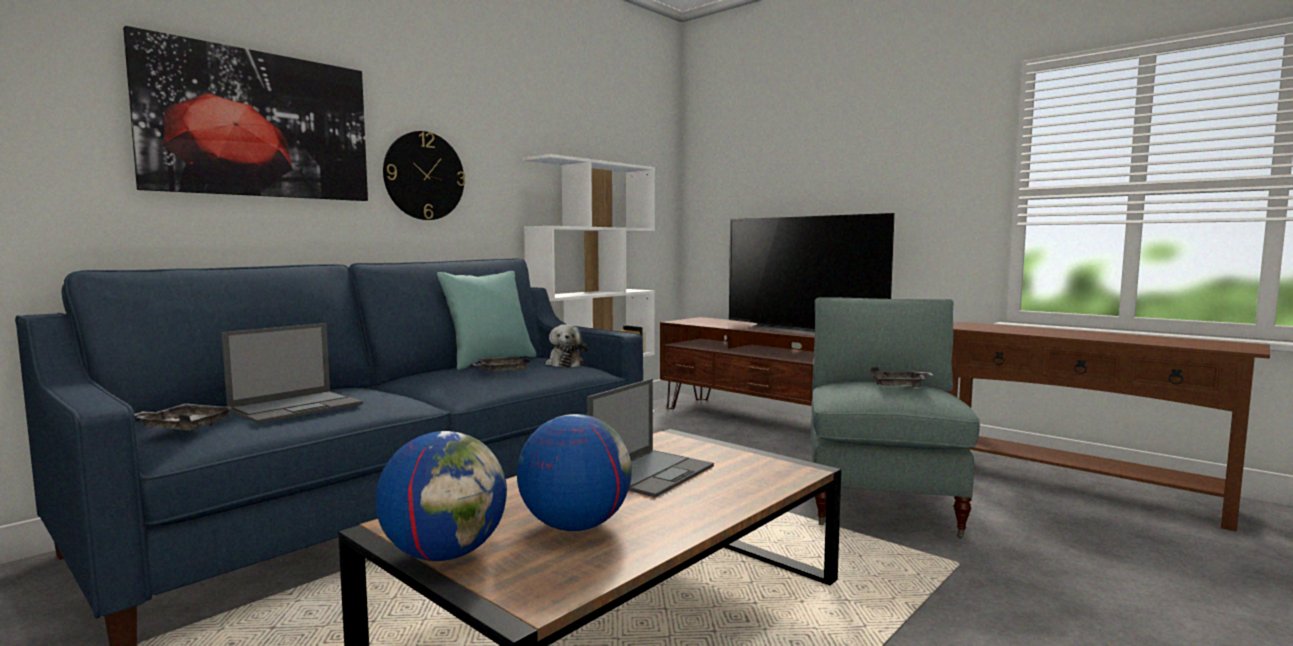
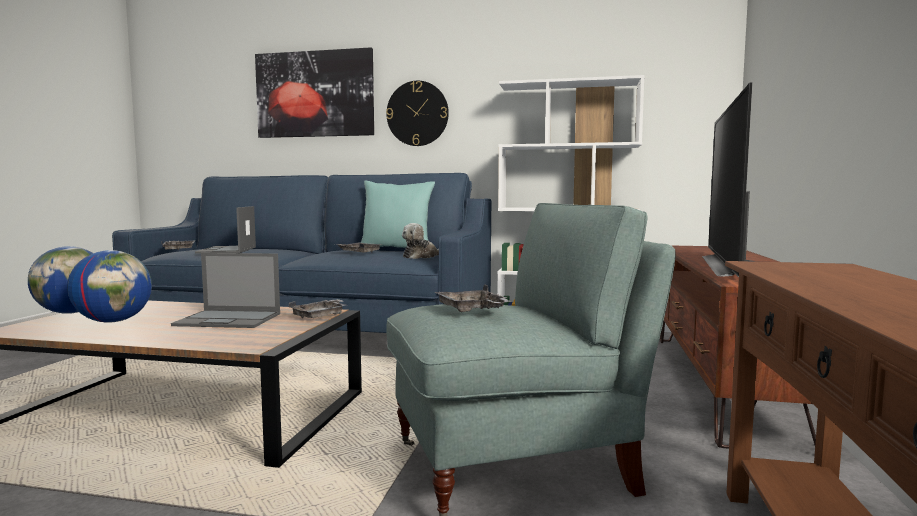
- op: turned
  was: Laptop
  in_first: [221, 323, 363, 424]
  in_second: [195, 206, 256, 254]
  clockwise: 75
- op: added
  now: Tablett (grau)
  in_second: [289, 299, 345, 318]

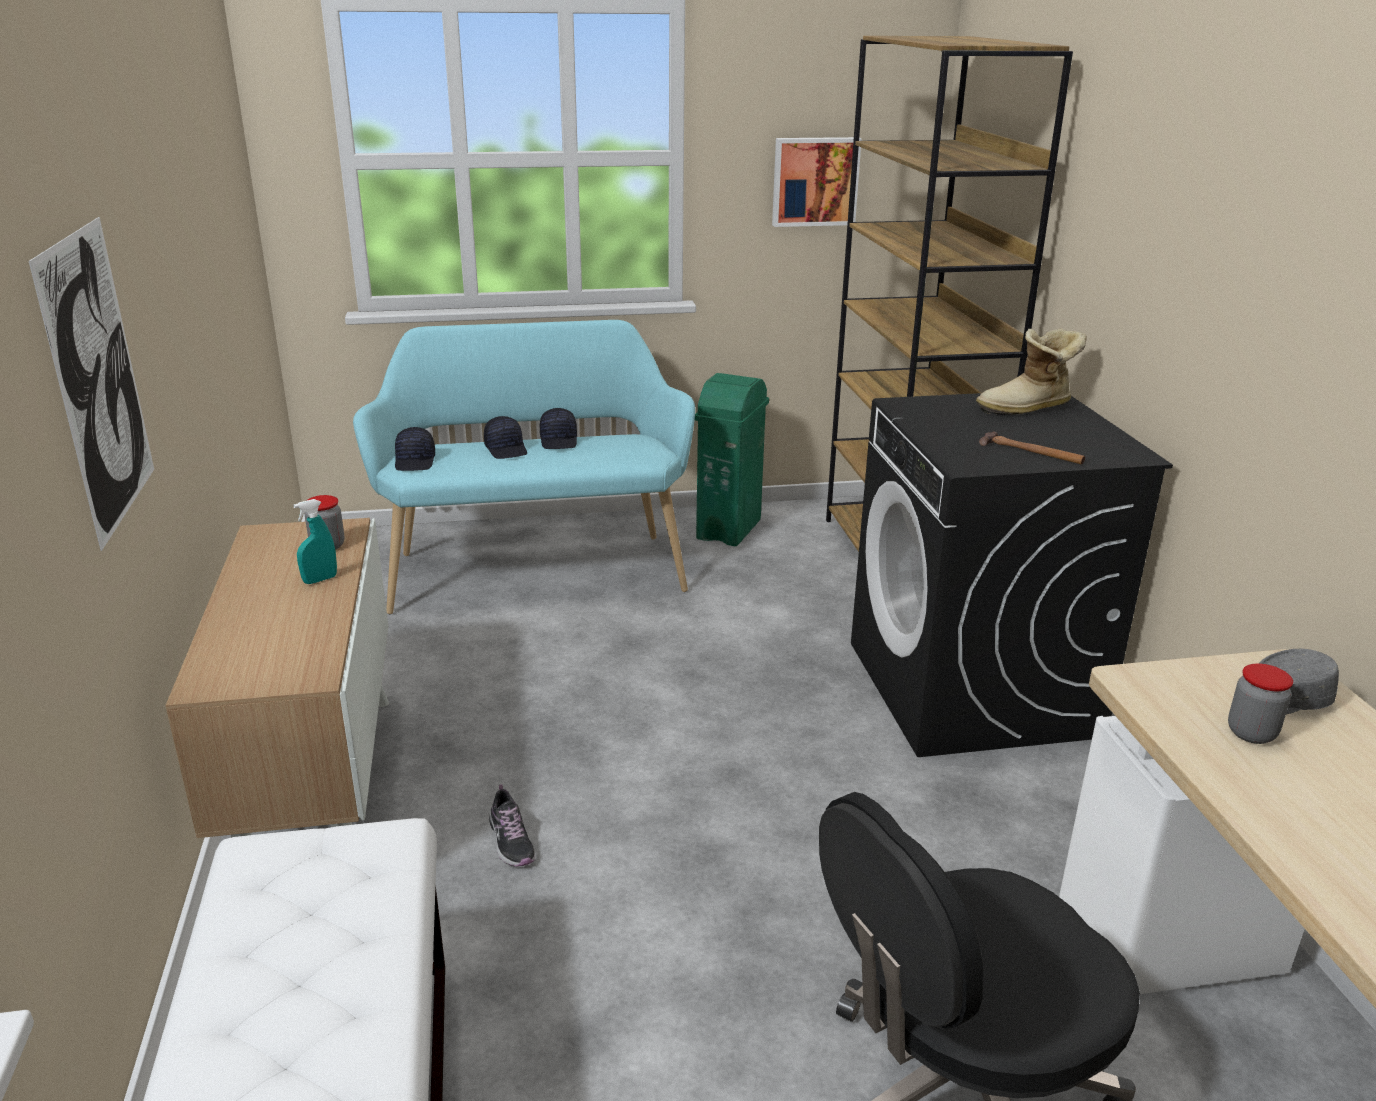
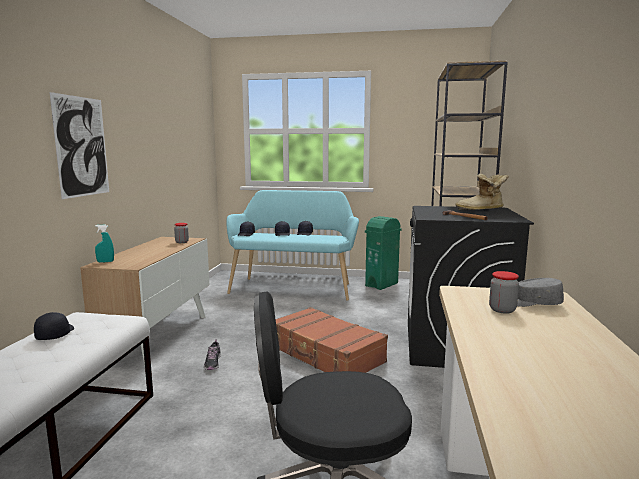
- op: added
  now: Kappe (schwarz)
  in_second: [34, 312, 74, 340]
- op: moved
  was: Sprühflasche (türkis)
  in_first: [293, 499, 337, 584]
  in_second: [95, 225, 114, 263]
- op: added
  now: Koffer (braun)
  in_second: [275, 307, 388, 373]
- op: removed
  was: Bild
  in_first: [772, 137, 862, 227]

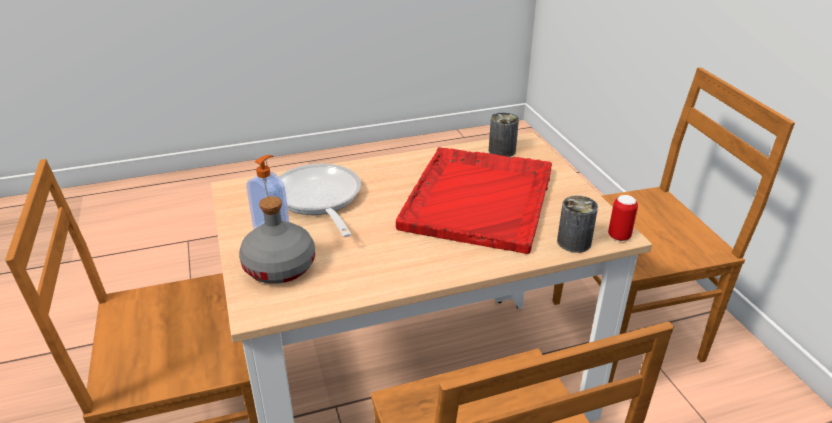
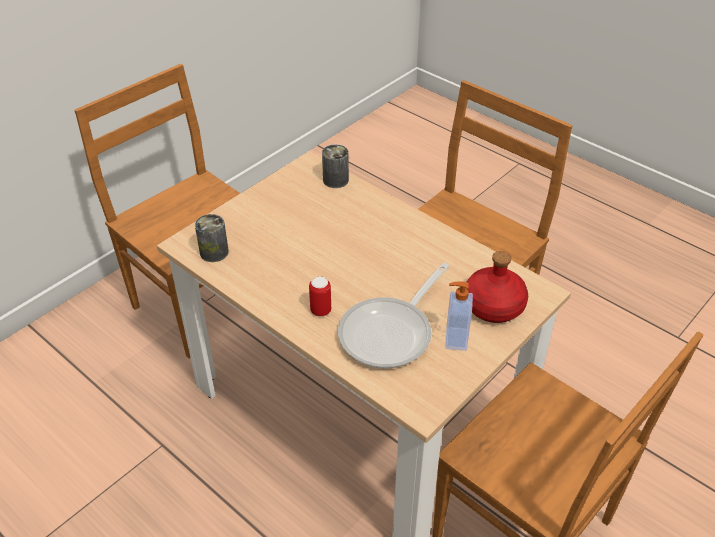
- op: moved
  was: Dose
  in_first: [608, 195, 638, 241]
  in_second: [309, 276, 331, 317]
- op: recoloured
  was: Flasche (grau)
  now: Flasche (rot)
  in_first: [239, 196, 315, 284]
  in_second: [467, 251, 528, 323]
- op: removed
  was: Tablett (rot)
  in_first: [396, 147, 552, 254]

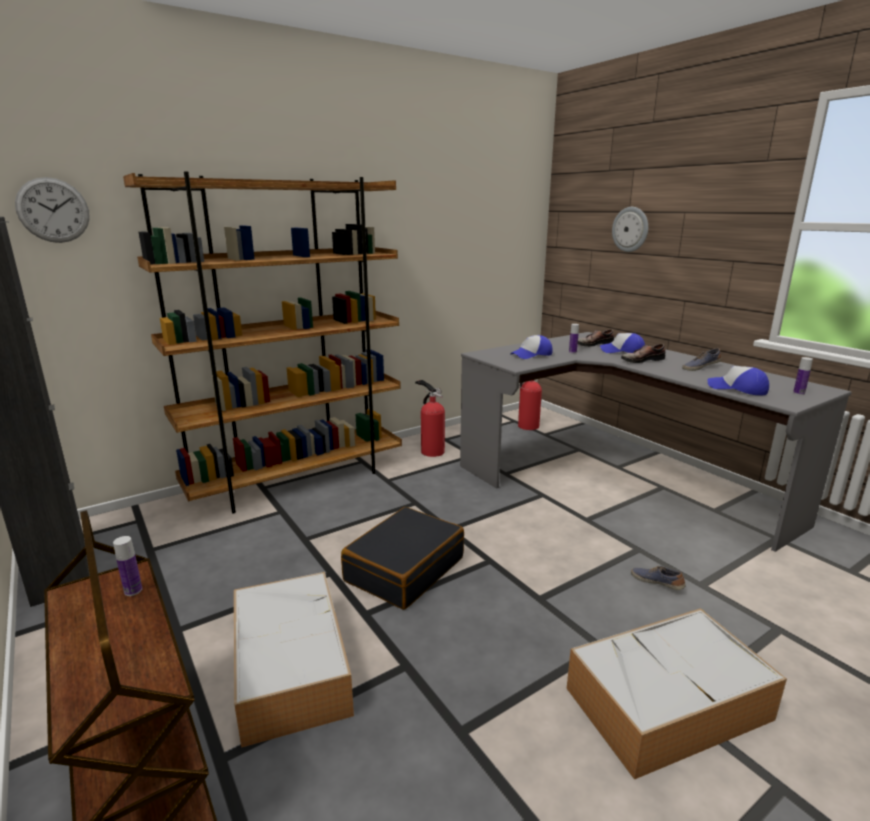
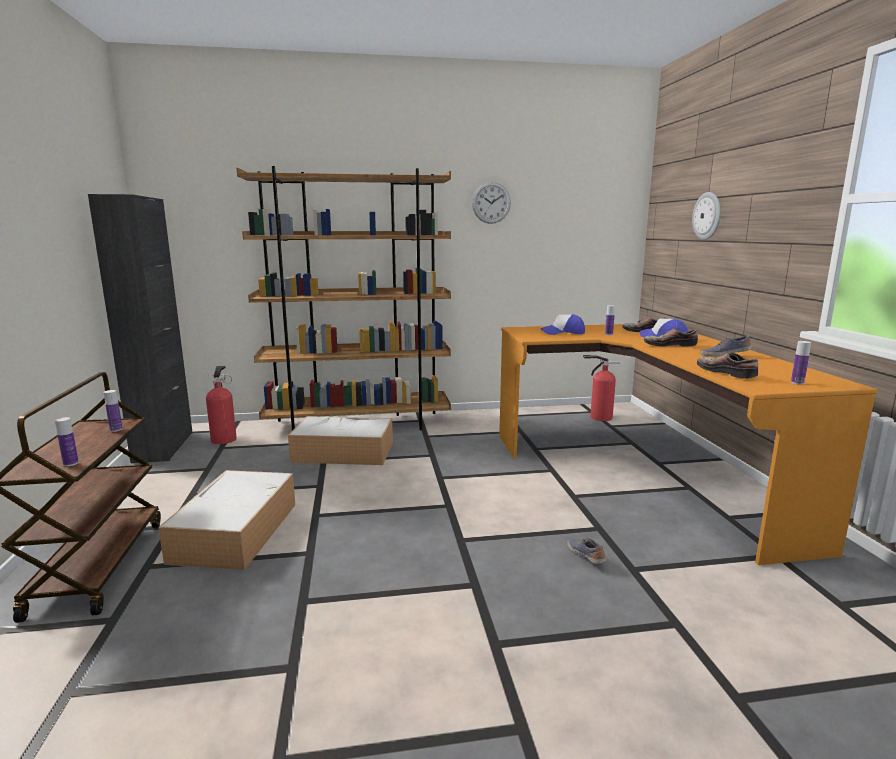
- op: added
  now: Flasche
  in_second: [55, 417, 79, 466]
- op: moved
  was: Feuerlöscher
  in_first: [415, 380, 445, 457]
  in_second: [206, 366, 237, 444]
- op: moved
  was: Aufbewahrungsbox
  in_first: [567, 608, 787, 780]
  in_second: [288, 416, 393, 465]
- op: moved
  was: Wanduhr
  in_first: [15, 177, 90, 243]
  in_second: [472, 182, 511, 224]
- op: recoloured
  was: Schreibtisch (grau)
  now: Schreibtisch (orange)
  in_first: [460, 332, 852, 552]
  in_second: [499, 324, 878, 565]
- op: replaced
  was: Kappe
  now: Schuh
  in_first: [707, 366, 769, 395]
  in_second: [697, 353, 758, 379]
- op: removed
  was: Koffer (schwarz)
  in_first: [341, 507, 464, 610]

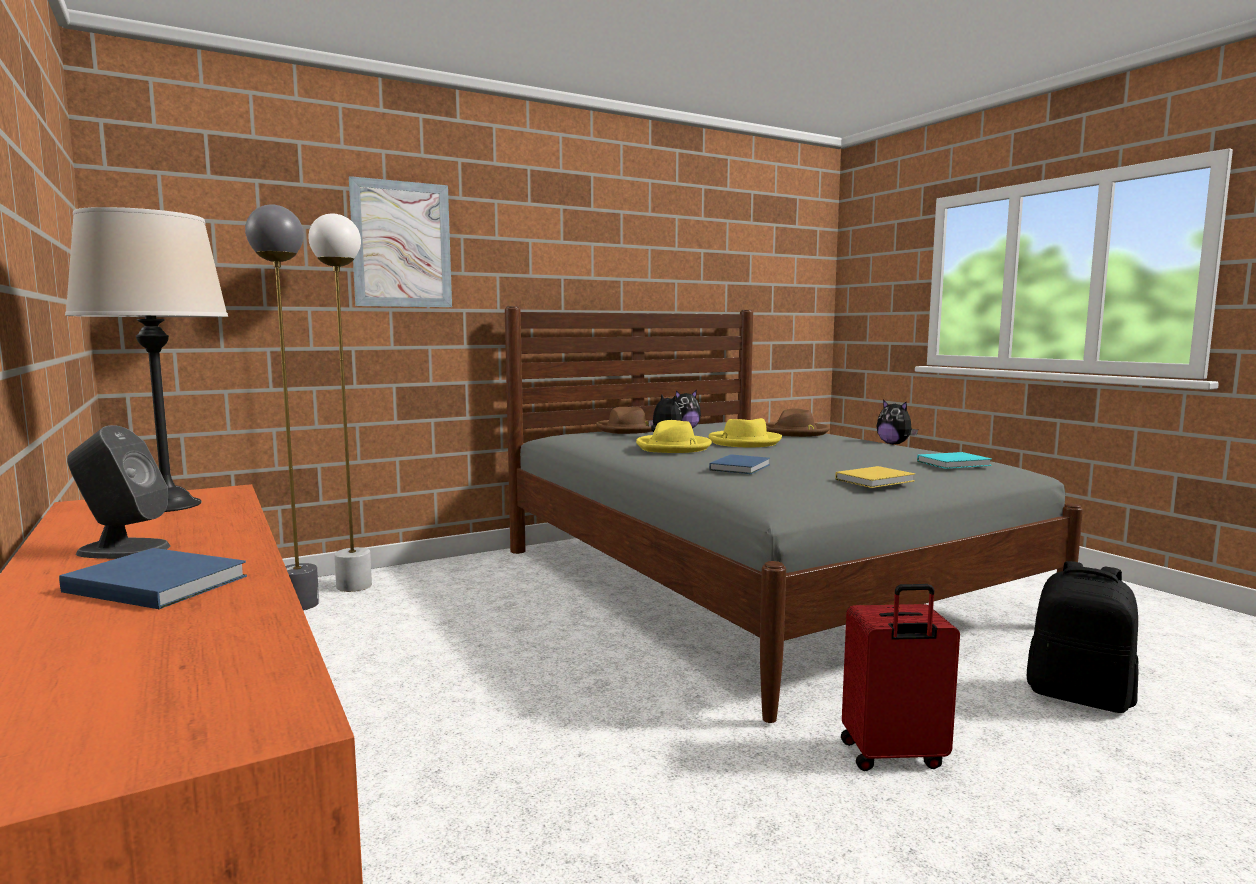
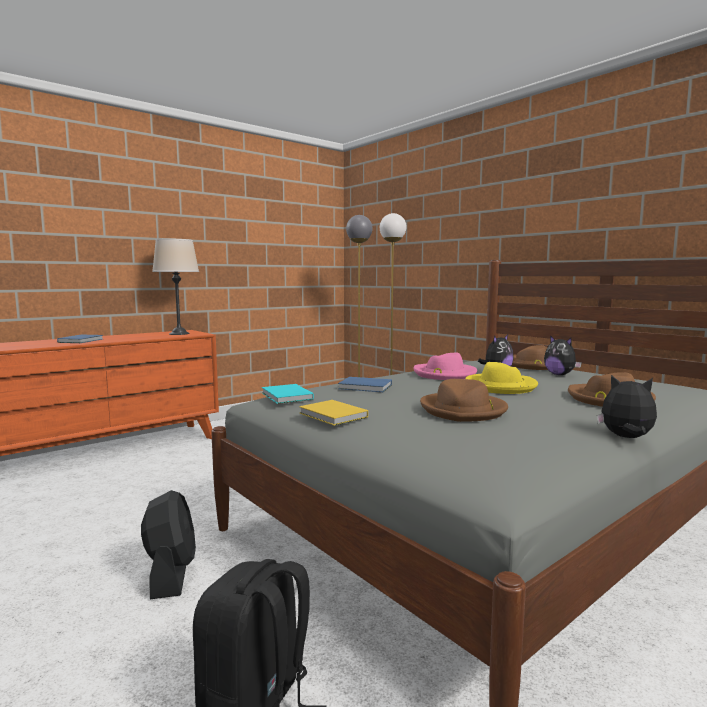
- op: replaced
  was: Koffer (rot)
  now: Ventilator (schwarz)
  in_first: [841, 584, 960, 771]
  in_second: [141, 490, 196, 599]
- op: moved
  was: Buch (türkis)
  in_first: [917, 452, 992, 469]
  in_second: [262, 384, 314, 404]
- op: recoloured
  was: Hut (gelb)
  now: Hut (rosa)
  in_first: [636, 420, 712, 453]
  in_second: [413, 352, 477, 380]
- op: added
  now: Hut (braun)
  in_second: [420, 379, 508, 422]
- op: turned
  was: Plüschtier
  in_first: [876, 400, 918, 444]
  in_second: [597, 375, 657, 438]
  clockwise: 75
- op: removed
  was: Lautsprecher (grau)
  in_first: [67, 425, 170, 559]
- op: removed
  was: Bild
  in_first: [349, 176, 452, 307]

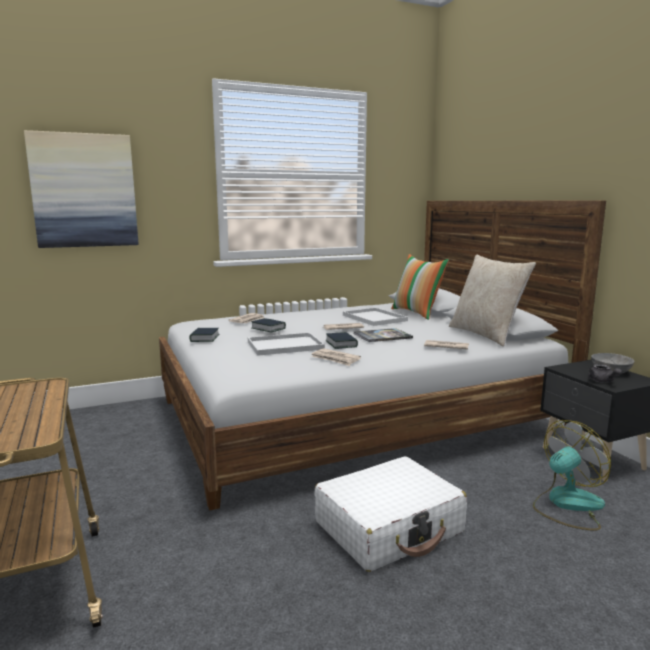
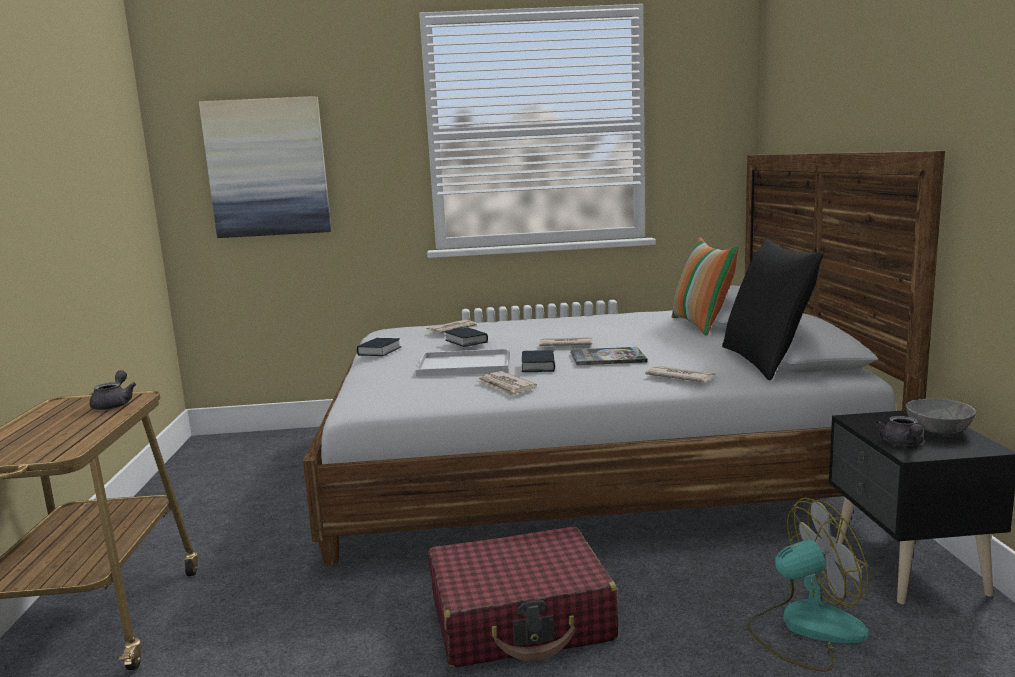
- op: added
  now: Teekanne (grau)
  in_second: [89, 370, 136, 410]
- op: recoloured
  was: Koffer (weiß)
  now: Koffer (rot)
  in_first: [314, 456, 467, 572]
  in_second: [428, 527, 618, 668]
- op: recoloured
  was: Kissen (beige)
  now: Kissen (schwarz)
  in_first: [449, 254, 536, 347]
  in_second: [722, 239, 824, 381]
- op: removed
  was: Tablett (weiß)
  in_first: [343, 308, 408, 326]

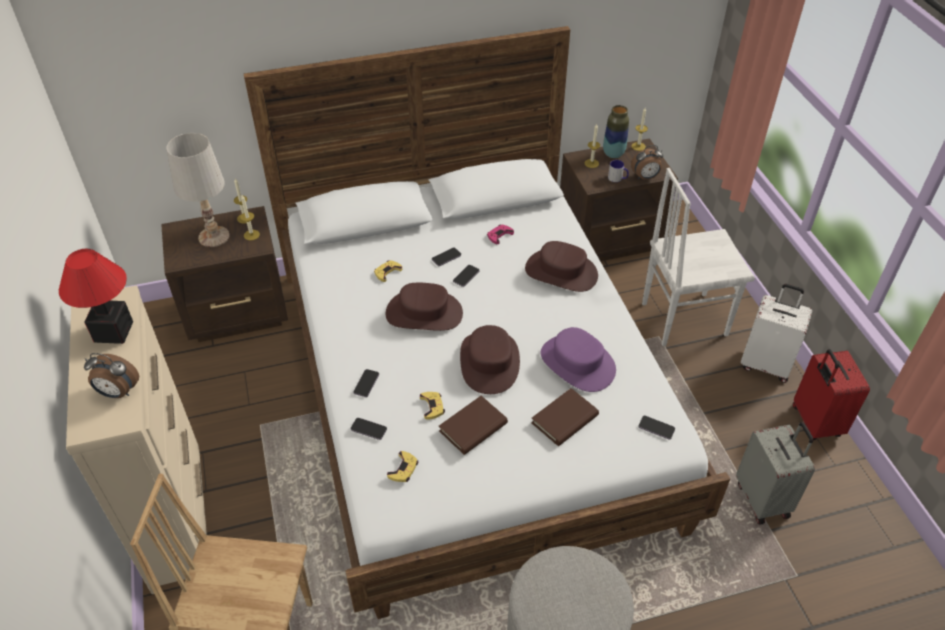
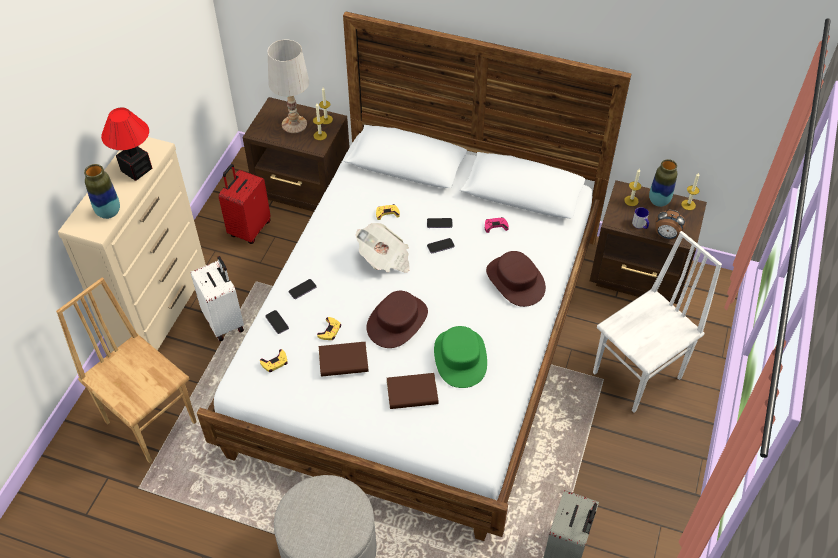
- op: replaced
  was: Wecker
  now: Vase
  in_first: [84, 353, 139, 398]
  in_second: [84, 164, 120, 219]
- op: moved
  was: Koffer (weiß)
  in_first: [741, 284, 812, 383]
  in_second: [190, 256, 244, 341]
- op: moved
  was: Koffer (rot)
  in_first: [793, 349, 870, 440]
  in_second: [219, 164, 271, 244]
- op: replaced
  was: Hut (braun)
  now: Zeitung
  in_first: [386, 282, 463, 331]
  in_second: [356, 223, 409, 273]
- op: recoloured
  was: Hut (lila)
  now: Hut (grün)
  in_first: [540, 327, 616, 392]
  in_second: [434, 326, 487, 388]
- op: turned
  was: Stuhl (weiß)
  in_first: [642, 168, 755, 346]
  in_second: [593, 231, 722, 413]
  clockwise: 120
- op: removed
  was: Handy
  in_first: [638, 416, 675, 440]

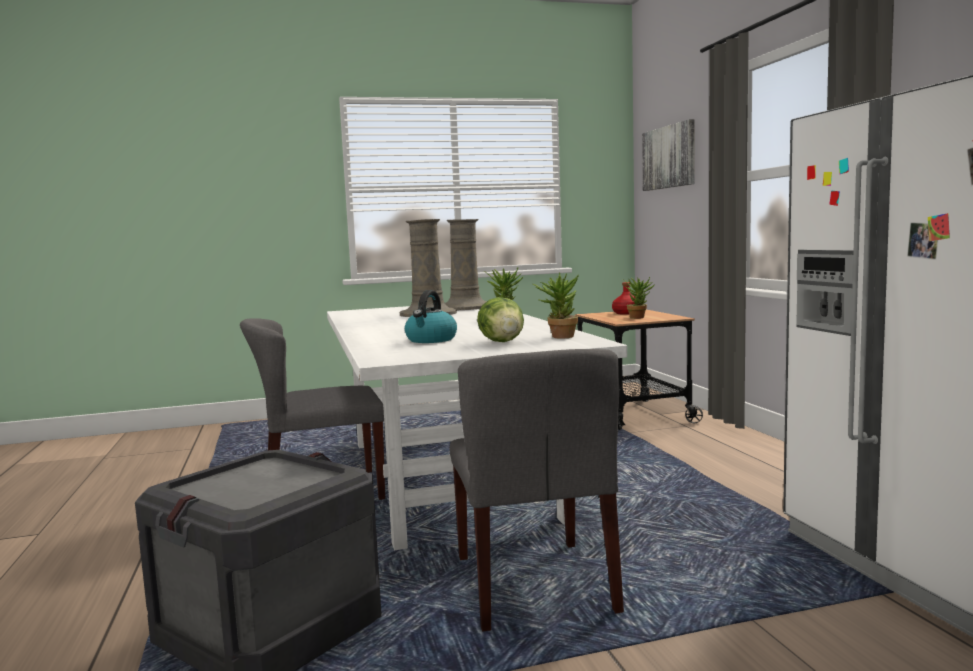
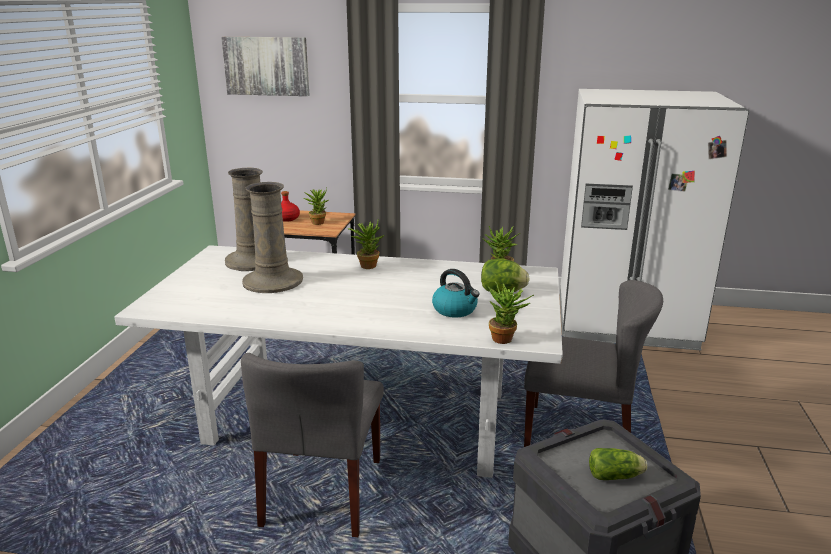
- op: added
  now: Topfpflanze
  in_second: [488, 281, 534, 344]
- op: added
  now: Salatkopf
  in_second: [589, 448, 647, 480]

